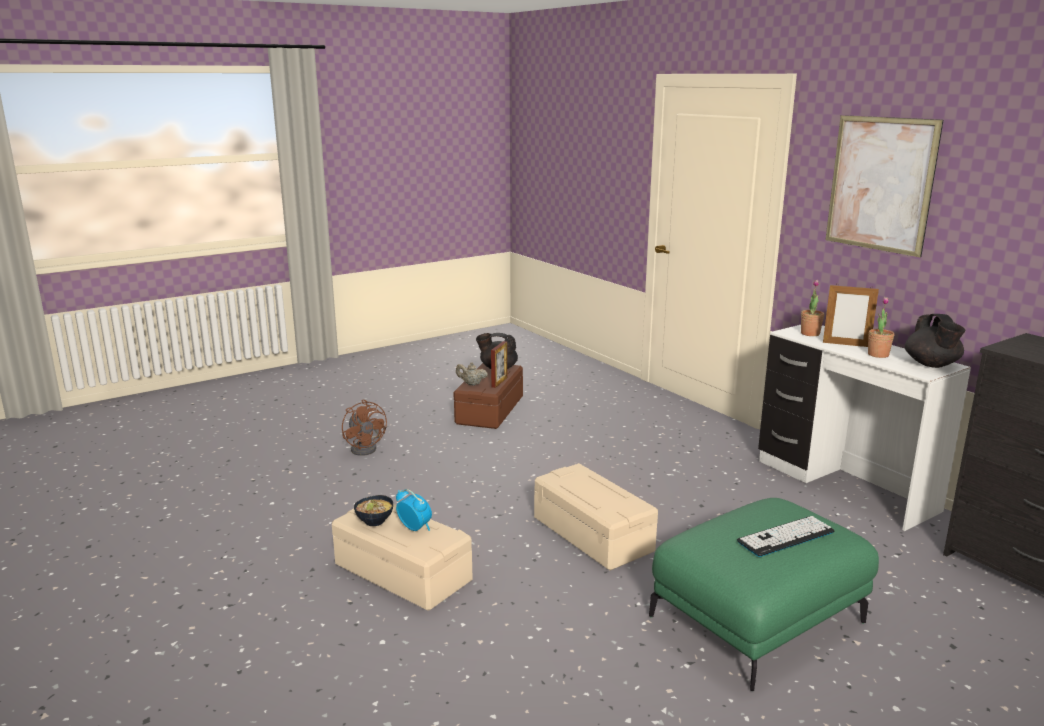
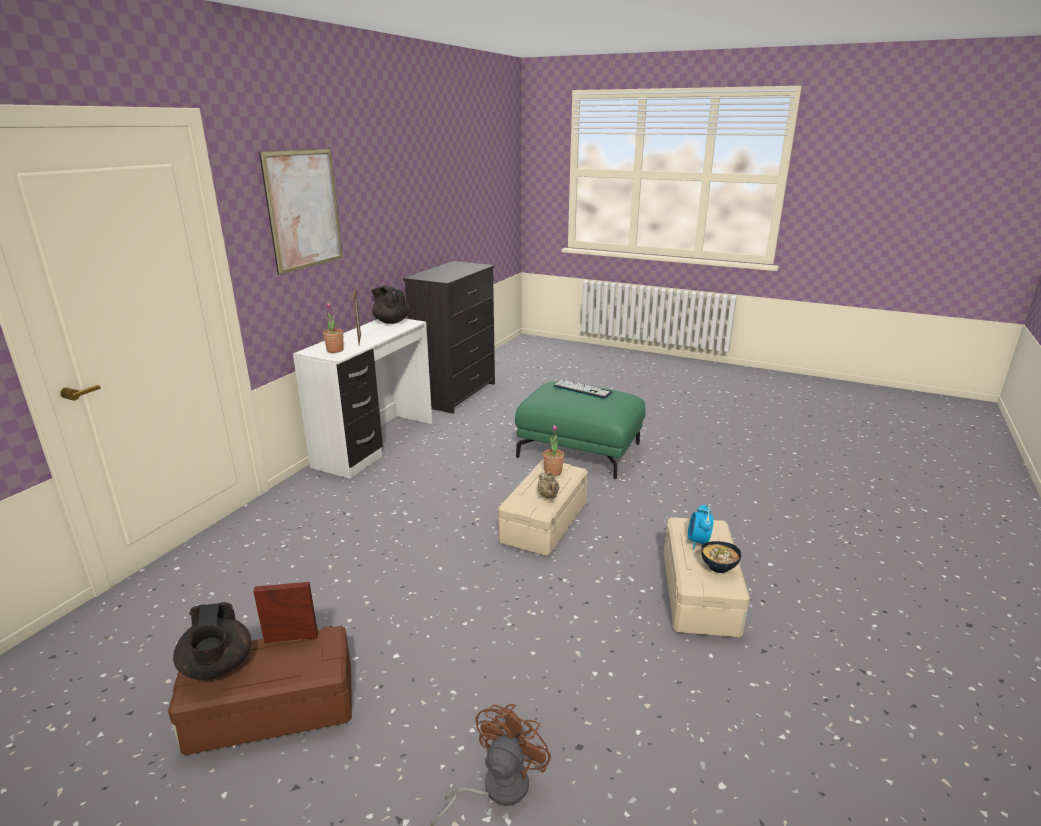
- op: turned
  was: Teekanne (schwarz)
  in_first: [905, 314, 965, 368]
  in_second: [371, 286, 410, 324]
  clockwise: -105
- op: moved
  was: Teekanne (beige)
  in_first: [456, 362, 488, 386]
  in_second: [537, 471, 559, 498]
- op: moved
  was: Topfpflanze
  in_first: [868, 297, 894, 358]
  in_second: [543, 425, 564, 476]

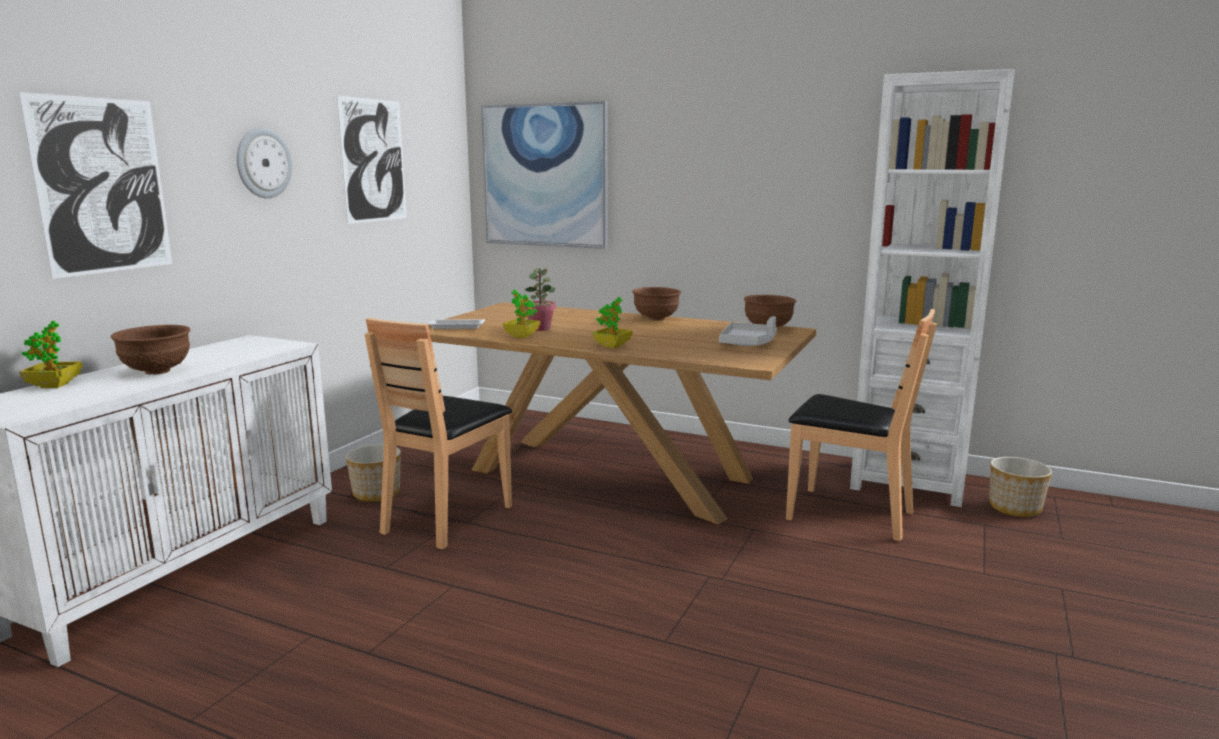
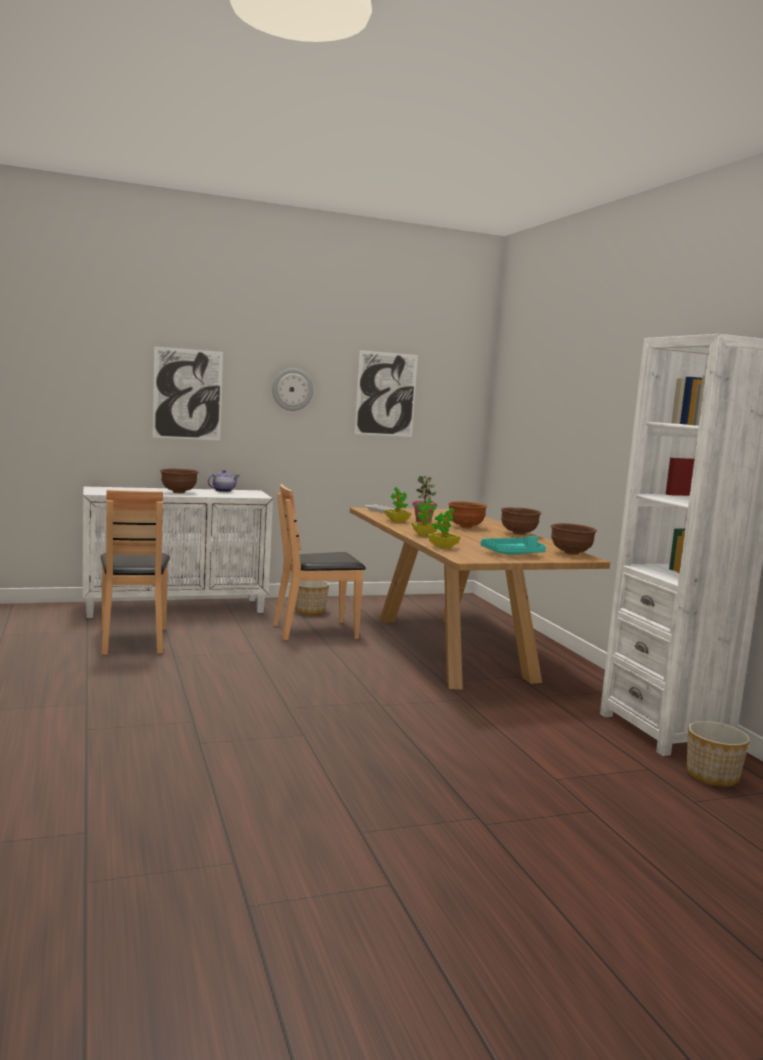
- op: moved
  was: Stuhl (braun)
  in_first: [786, 309, 937, 541]
  in_second: [100, 489, 170, 655]
- op: added
  now: Teekanne
  in_second: [208, 470, 239, 492]
- op: moved
  was: Topfpflanze
  in_first: [19, 321, 83, 388]
  in_second: [428, 508, 461, 549]
- op: added
  now: Schüssel (braun)
  in_second: [448, 501, 487, 528]
- op: recoloured
  was: Tablett (grau)
  now: Tablett (türkis)
  in_first: [719, 316, 777, 346]
  in_second: [481, 536, 546, 555]
- op: removed
  was: Bild
  in_first: [481, 101, 608, 249]

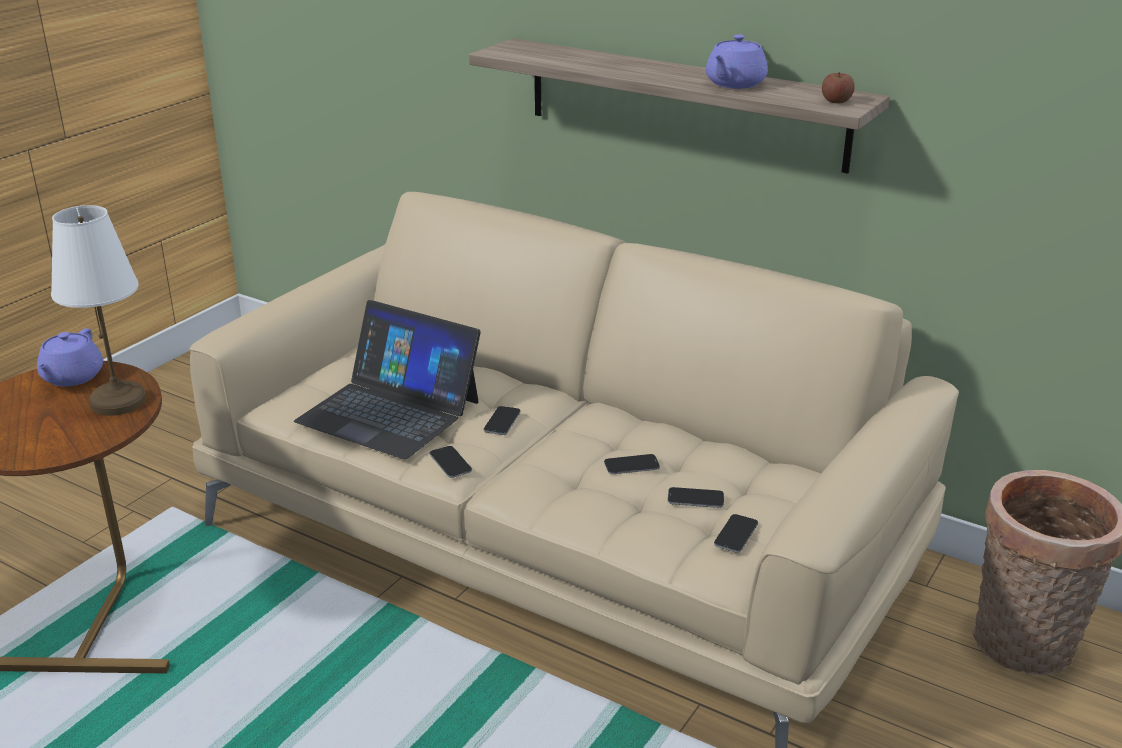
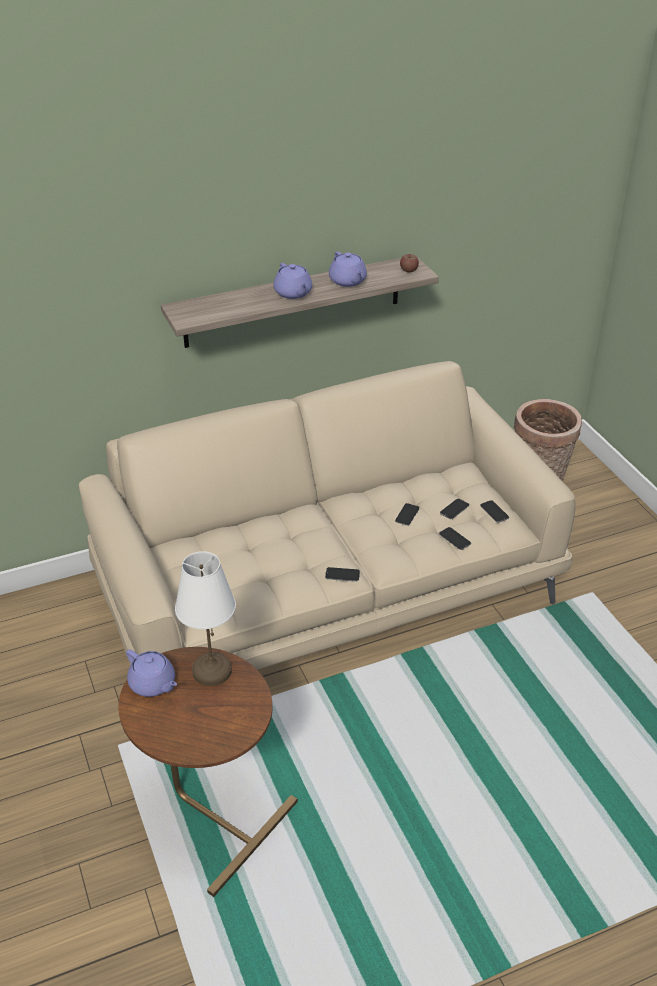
- op: added
  now: Teekanne (lila)
  in_second: [274, 263, 312, 299]
- op: moved
  was: Handy
  in_first: [484, 406, 521, 435]
  in_second: [439, 527, 471, 550]
- op: removed
  was: Laptop
  in_first: [294, 300, 481, 460]

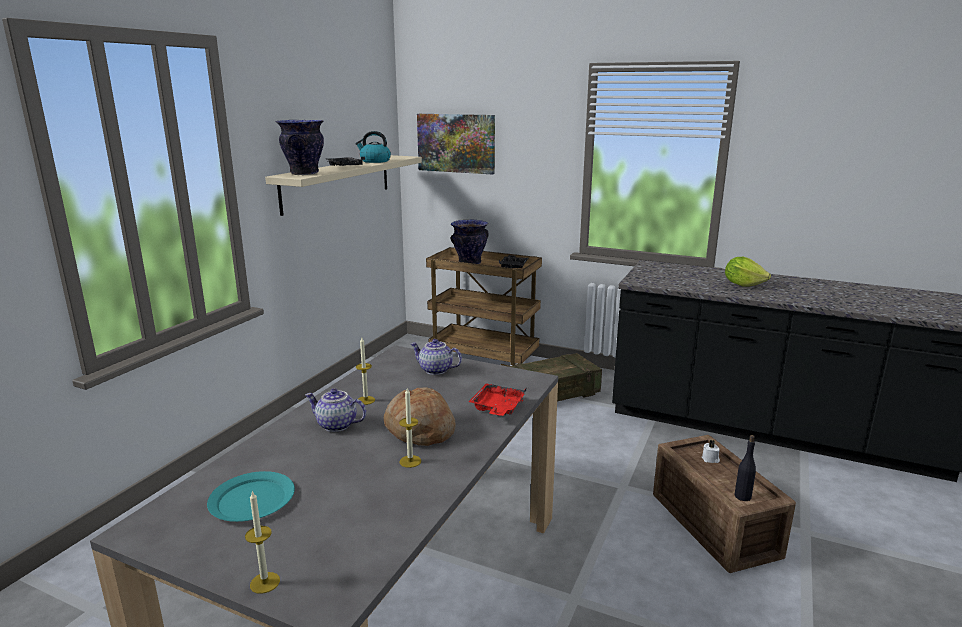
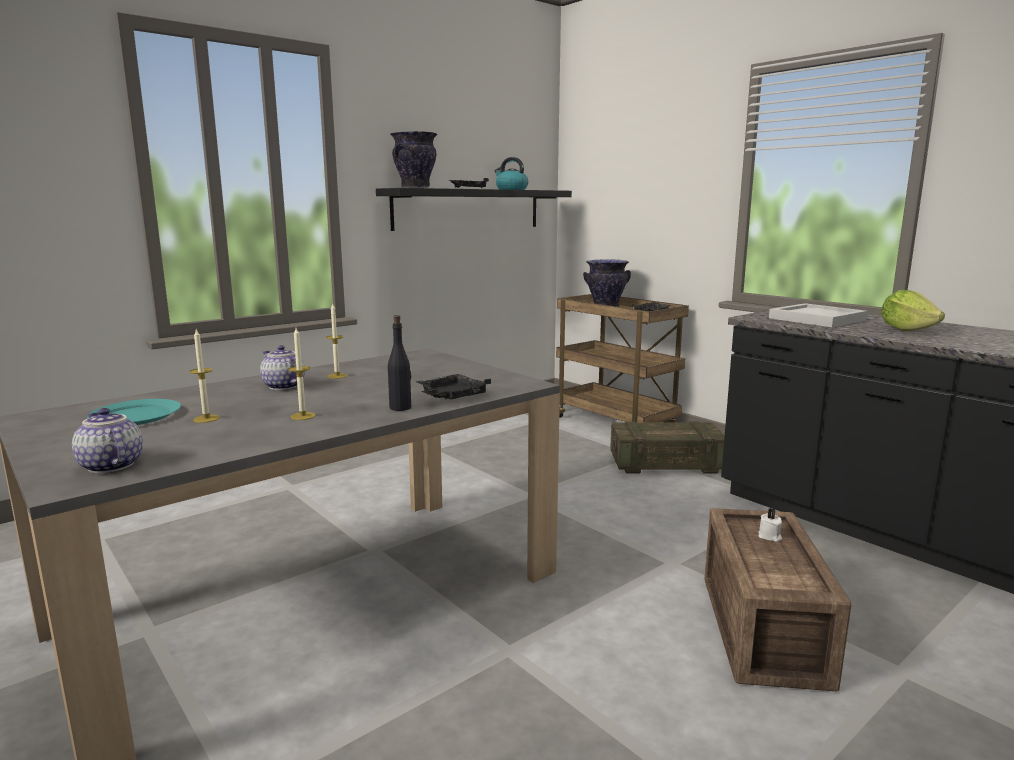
- op: moved
  was: Teekanne
  in_first: [411, 339, 462, 375]
  in_second: [72, 408, 143, 473]
- op: moved
  was: Kerze
  in_first: [245, 491, 280, 594]
  in_second: [189, 330, 220, 423]
- op: recoloured
  was: Wandregal (beige)
  now: Wandregal (schwarz)
  in_first: [265, 155, 422, 216]
  in_second: [376, 188, 572, 231]
- op: moved
  was: Flasche (schwarz)
  in_first: [734, 435, 756, 501]
  in_second: [388, 315, 411, 411]
- op: recoloured
  was: Tablett (rot)
  now: Tablett (schwarz)
  in_first: [469, 383, 526, 416]
  in_second: [416, 374, 491, 400]
- op: added
  now: Tablett (weiß)
  in_second: [769, 303, 867, 327]
- op: removed
  was: Brot
  in_first: [383, 387, 456, 446]
- op: removed
  was: Bild
  in_first: [417, 114, 495, 175]

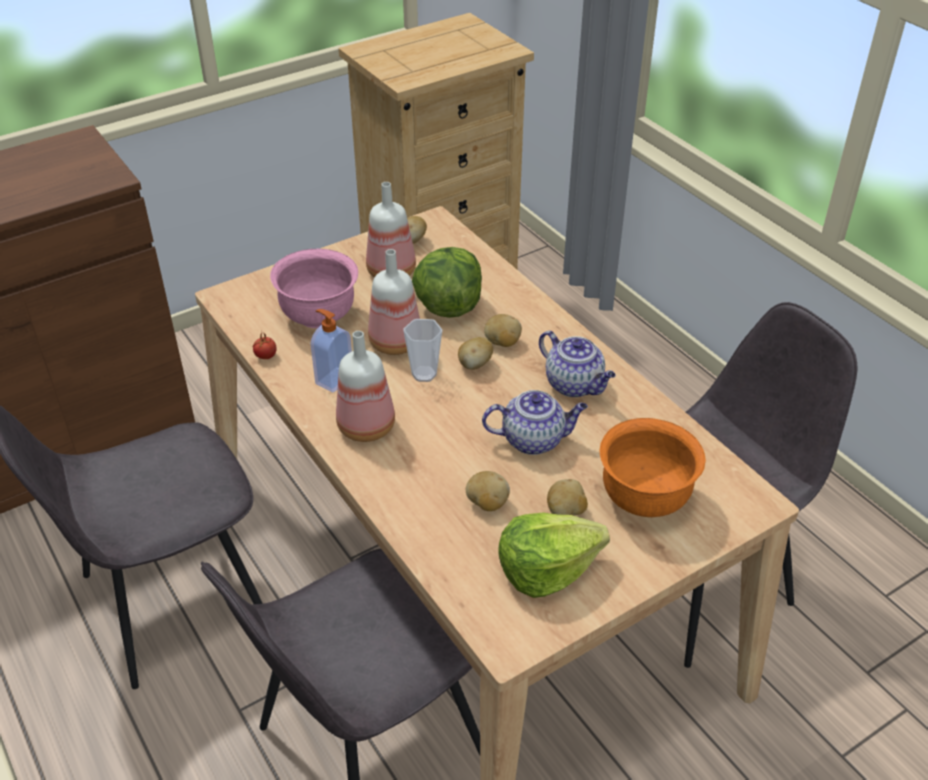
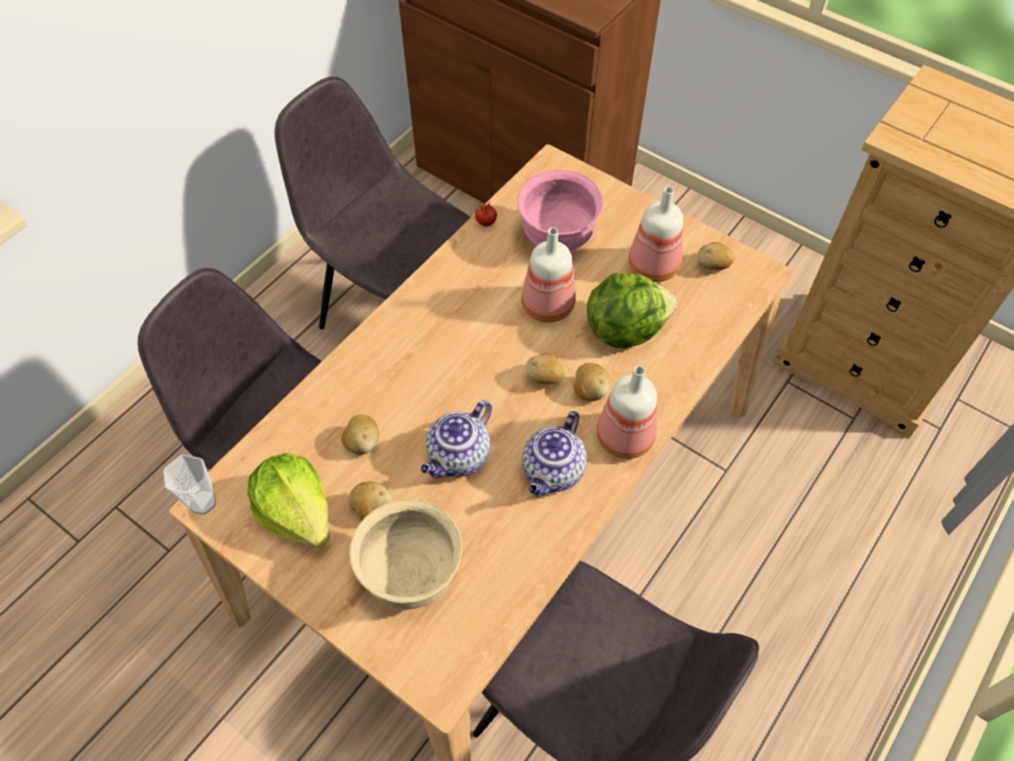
- op: moved
  was: Tasse
  in_first: [403, 319, 442, 382]
  in_second: [163, 455, 216, 515]
- op: recoloured
  was: Schüssel (orange)
  now: Schüssel (beige)
  in_first: [600, 418, 706, 517]
  in_second: [349, 499, 462, 610]
- op: turned
  was: Teekanne
  in_first: [482, 390, 588, 455]
  in_second: [421, 400, 492, 478]
  clockwise: 60
- op: moved
  was: Flasche
  in_first: [336, 331, 395, 442]
  in_second: [597, 366, 657, 459]
- op: removed
  was: Seifenspender
  in_first: [311, 309, 352, 393]

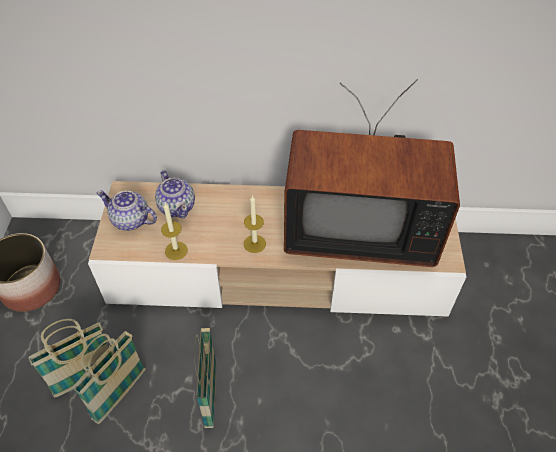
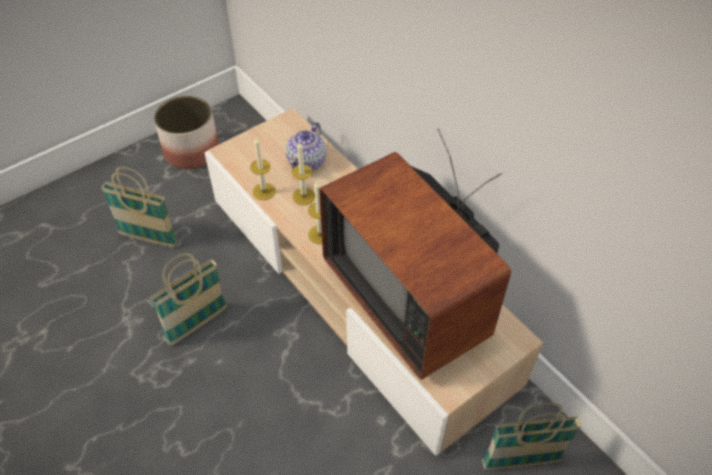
- op: added
  now: Kerze
  in_second: [292, 142, 315, 205]
- op: moved
  was: Korb
  in_first: [72, 331, 146, 424]
  in_second: [482, 403, 581, 470]
- op: removed
  was: Teekanne
  in_first: [97, 190, 157, 231]

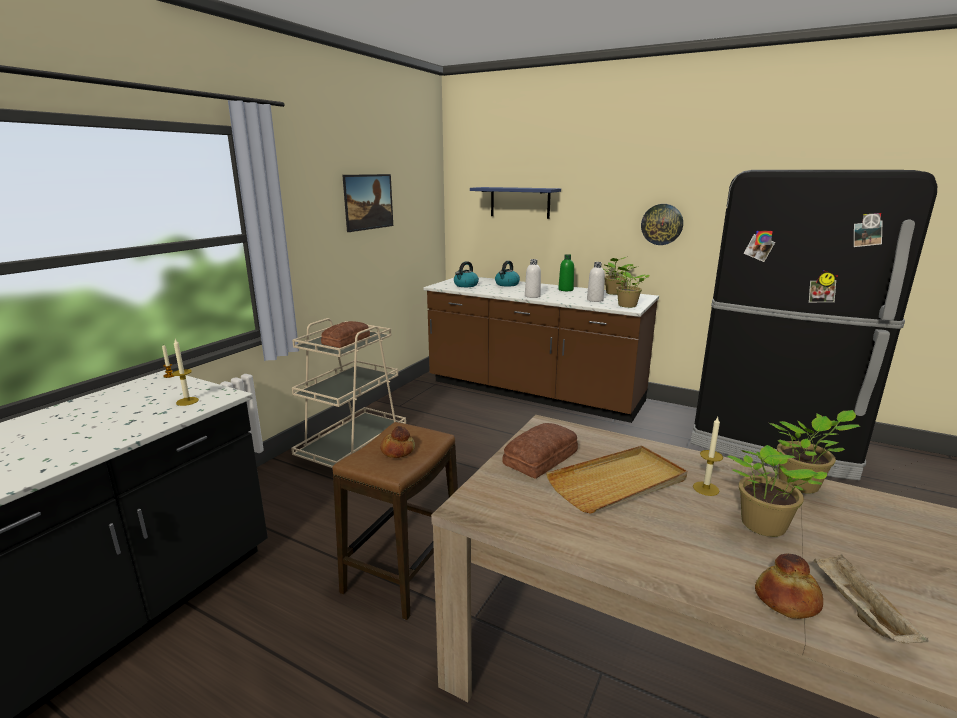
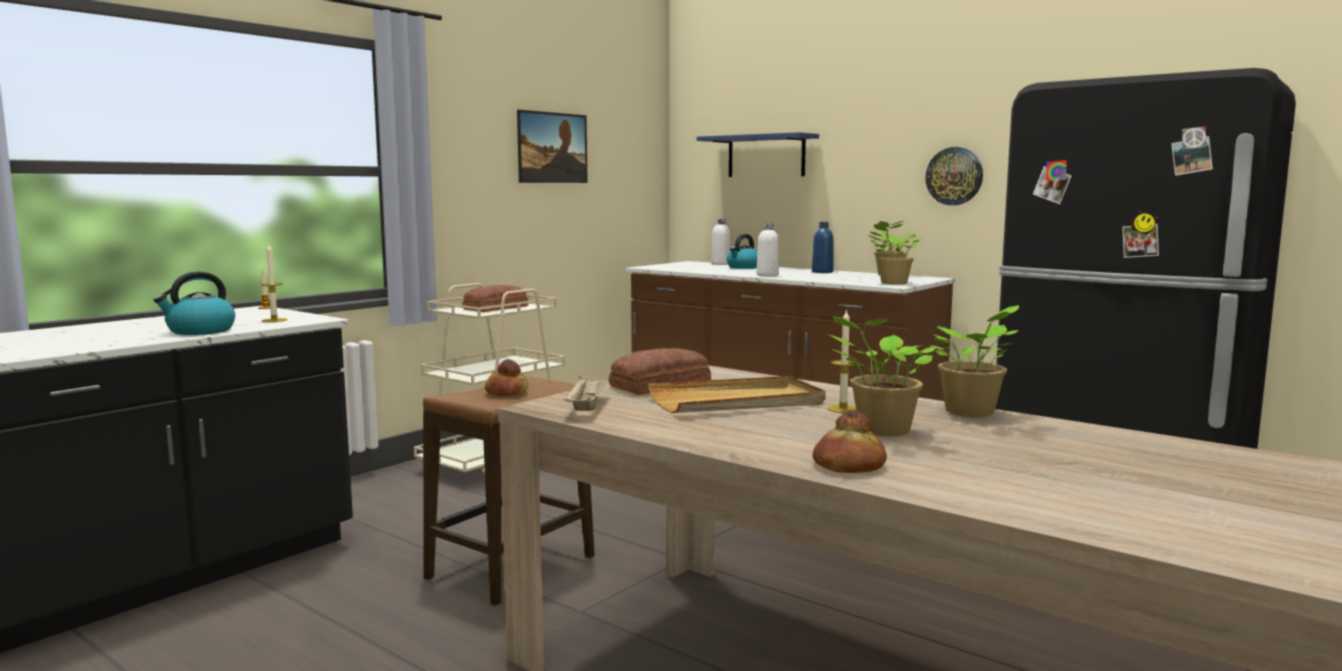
- op: moved
  was: Wasserkessel
  in_first: [454, 261, 479, 287]
  in_second: [154, 271, 235, 335]
- op: moved
  was: Tablett (beige)
  in_first: [814, 554, 929, 643]
  in_second: [563, 375, 611, 411]
- op: moved
  was: Flasche (weiß)
  in_first: [587, 262, 605, 302]
  in_second: [711, 218, 731, 265]
- op: recoloured
  was: Flasche (grün)
  now: Flasche (blau)
  in_first: [558, 254, 574, 291]
  in_second: [812, 222, 834, 273]

